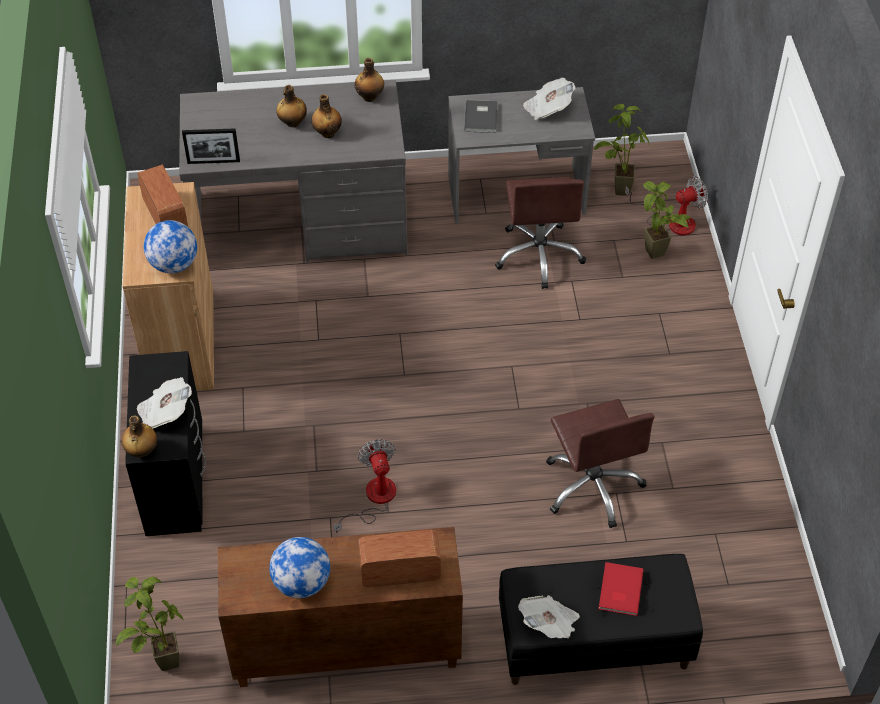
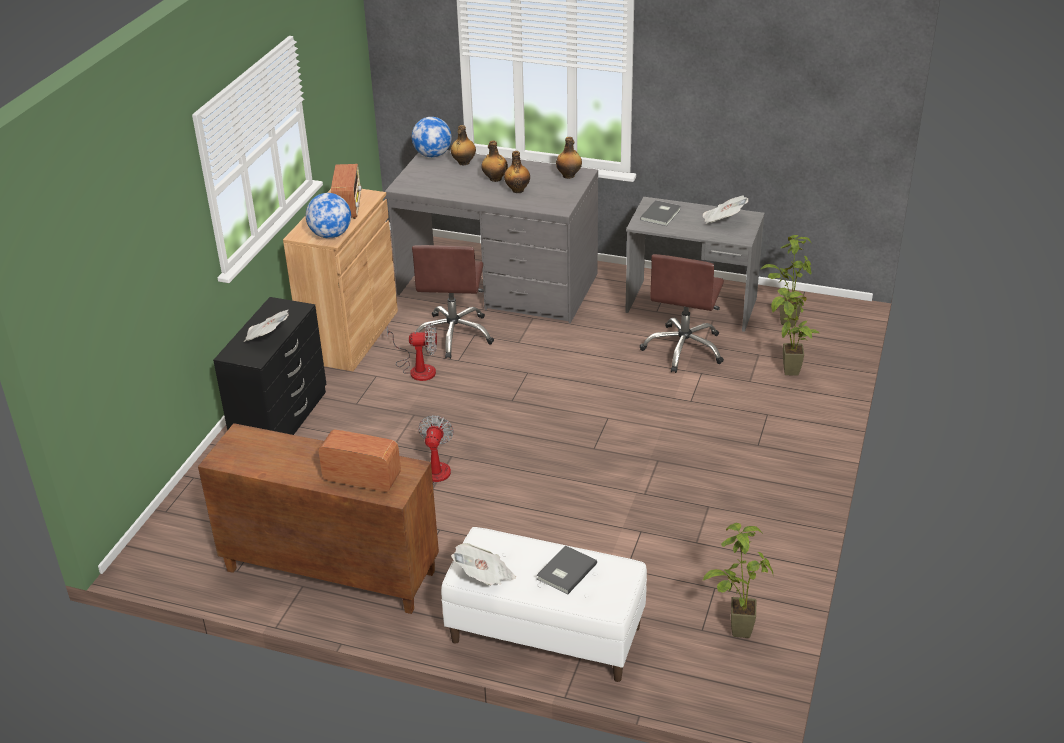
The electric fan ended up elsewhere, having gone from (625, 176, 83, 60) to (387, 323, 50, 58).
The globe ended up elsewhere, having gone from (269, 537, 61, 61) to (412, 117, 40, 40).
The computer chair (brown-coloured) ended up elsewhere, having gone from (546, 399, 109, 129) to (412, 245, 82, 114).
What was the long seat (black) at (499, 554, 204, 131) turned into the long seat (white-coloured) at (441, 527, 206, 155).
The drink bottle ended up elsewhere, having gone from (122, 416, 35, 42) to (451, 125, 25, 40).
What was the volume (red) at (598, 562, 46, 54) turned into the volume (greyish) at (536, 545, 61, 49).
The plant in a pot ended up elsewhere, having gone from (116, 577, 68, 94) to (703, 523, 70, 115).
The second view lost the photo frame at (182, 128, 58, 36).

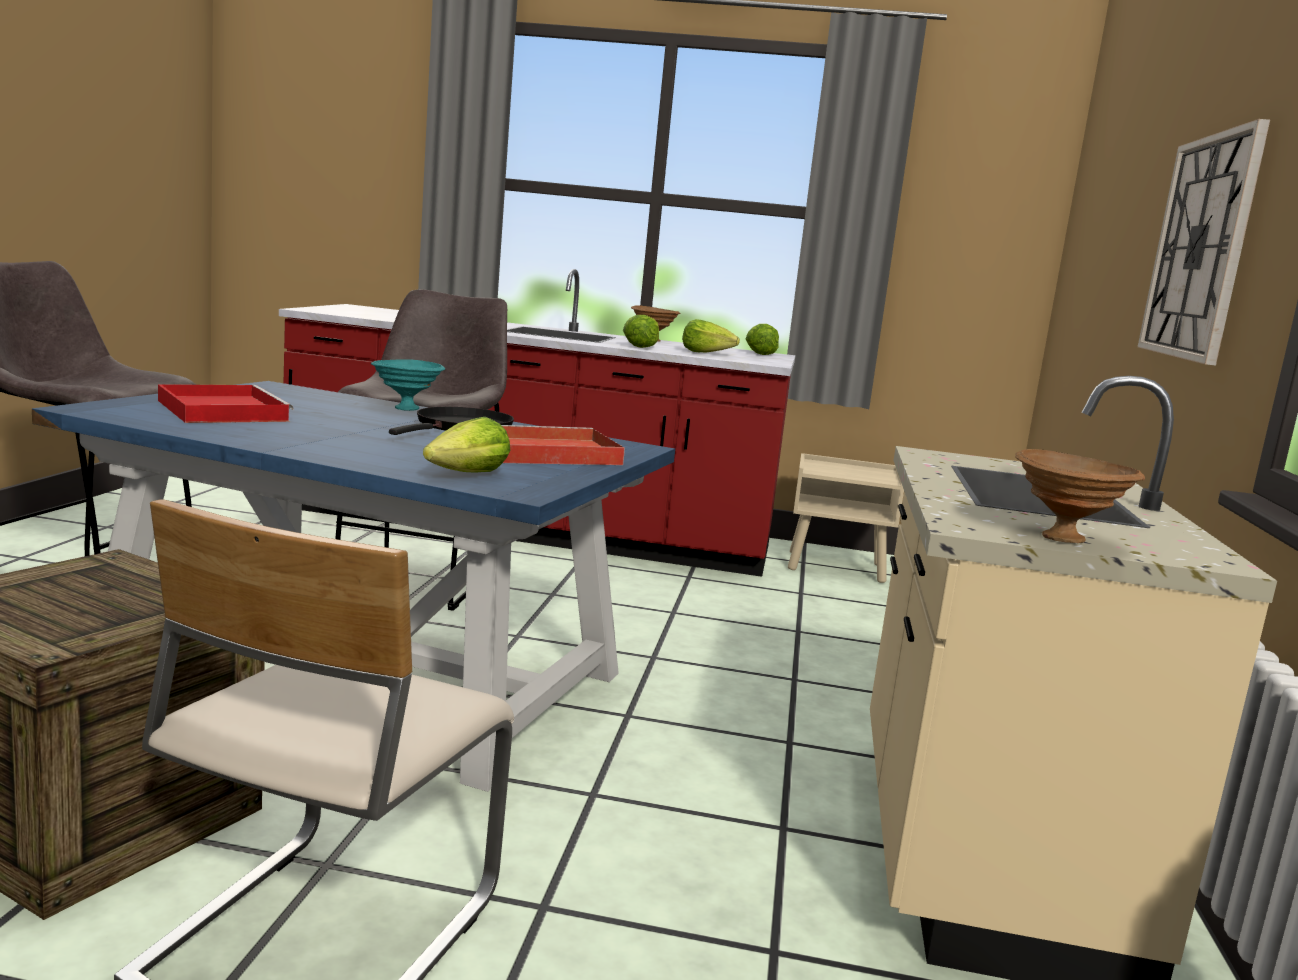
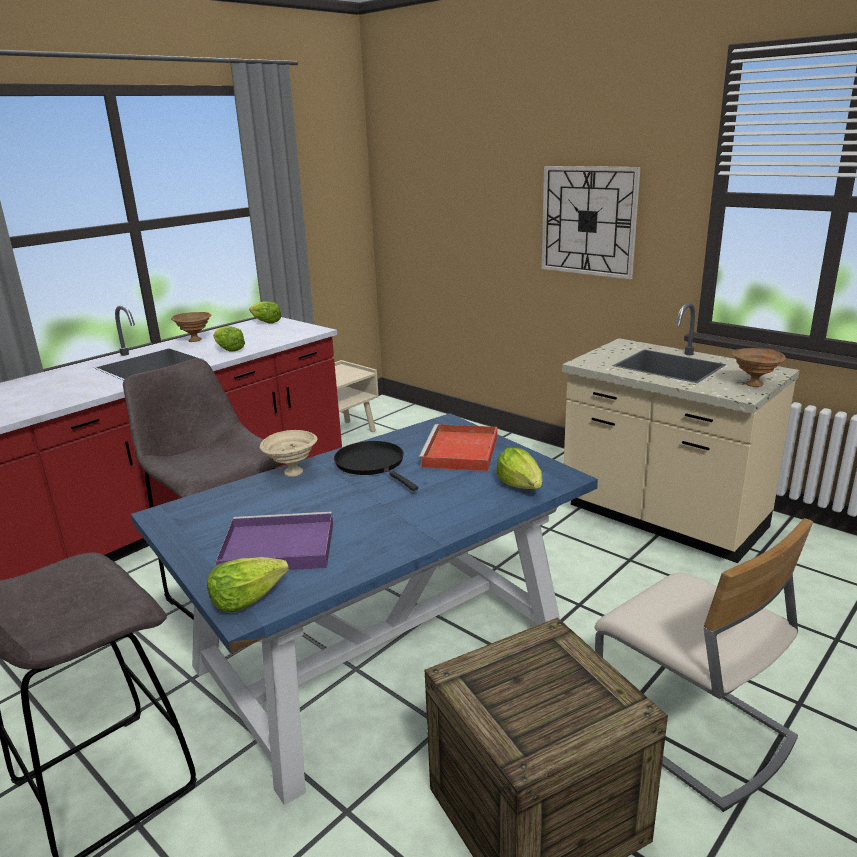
The lettuce ended up elsewhere, having gone from (682, 319, 58, 34) to (207, 557, 82, 55).
What was the serving tray (red) at (158, 384, 136, 39) turned into the serving tray (purplish) at (216, 512, 117, 58).
What was the deep dish (turquoise-coloured) at (371, 359, 74, 52) turned into the deep dish (beige) at (260, 430, 58, 47).

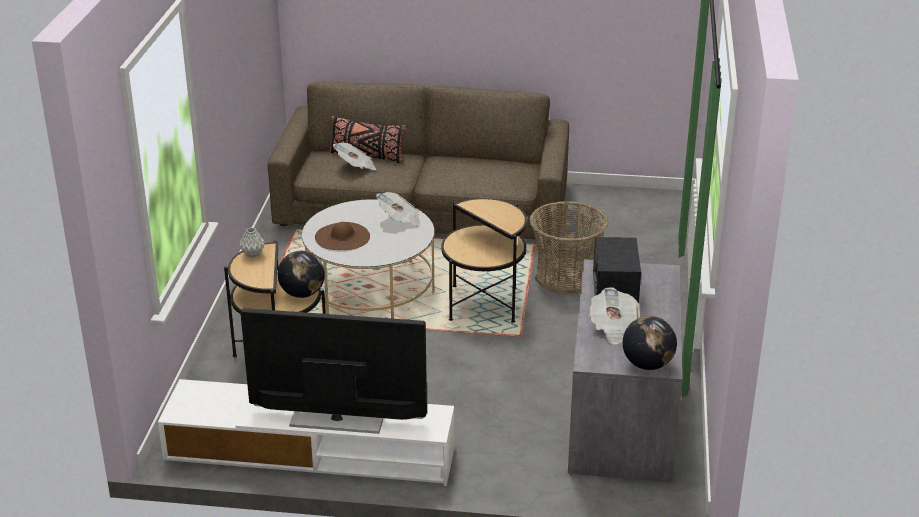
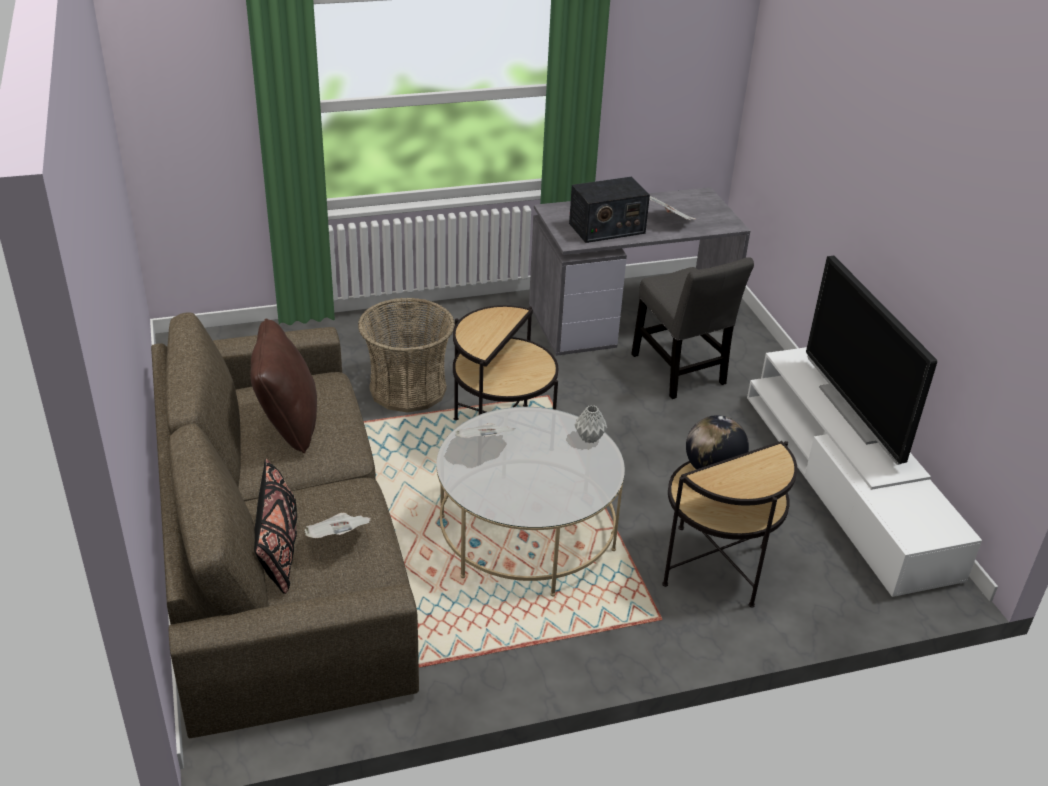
The second view gained the cushion (brown-coloured) at (250, 318, 67, 135).
The vase (greyish) ended up elsewhere, having gone from (239, 228, 26, 30) to (575, 405, 32, 38).
The second view gained the upright chair (greyish) at (631, 257, 123, 142).
The second view lost the hat (brown-coloured) at (315, 222, 55, 28).
The second view lost the globe at (623, 316, 54, 54).

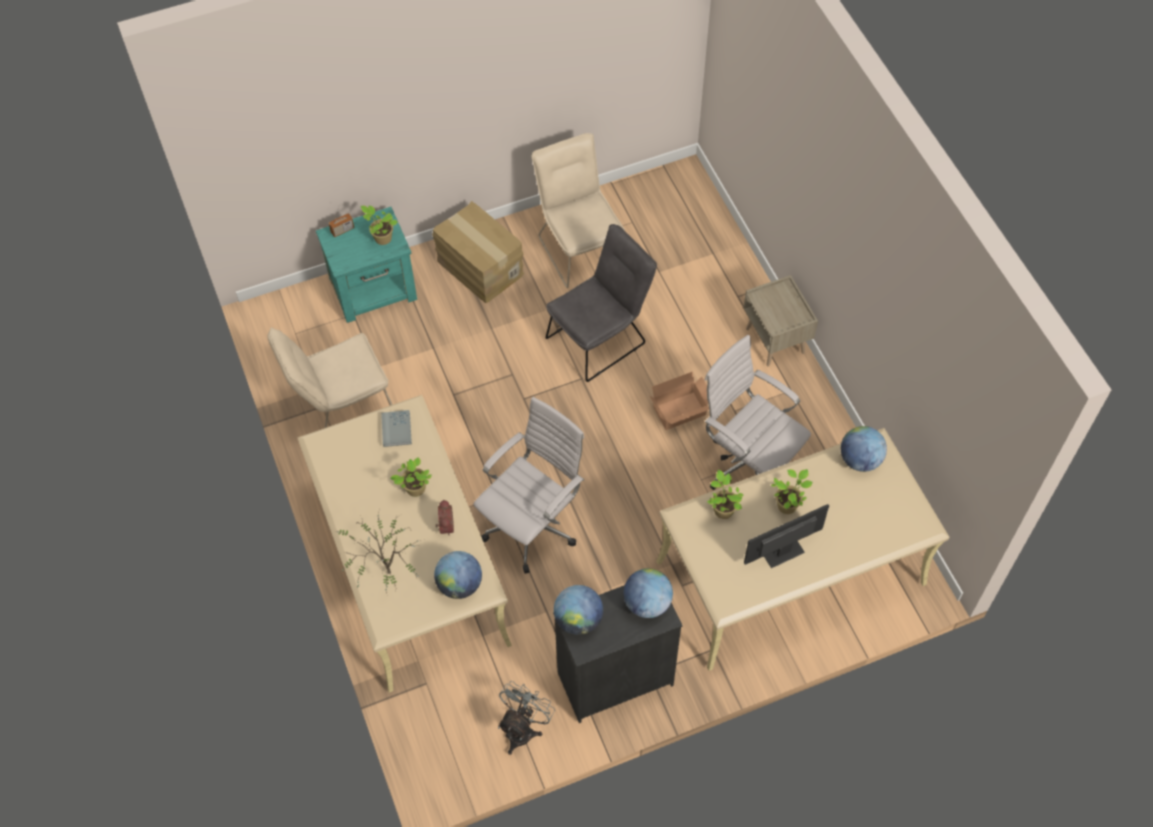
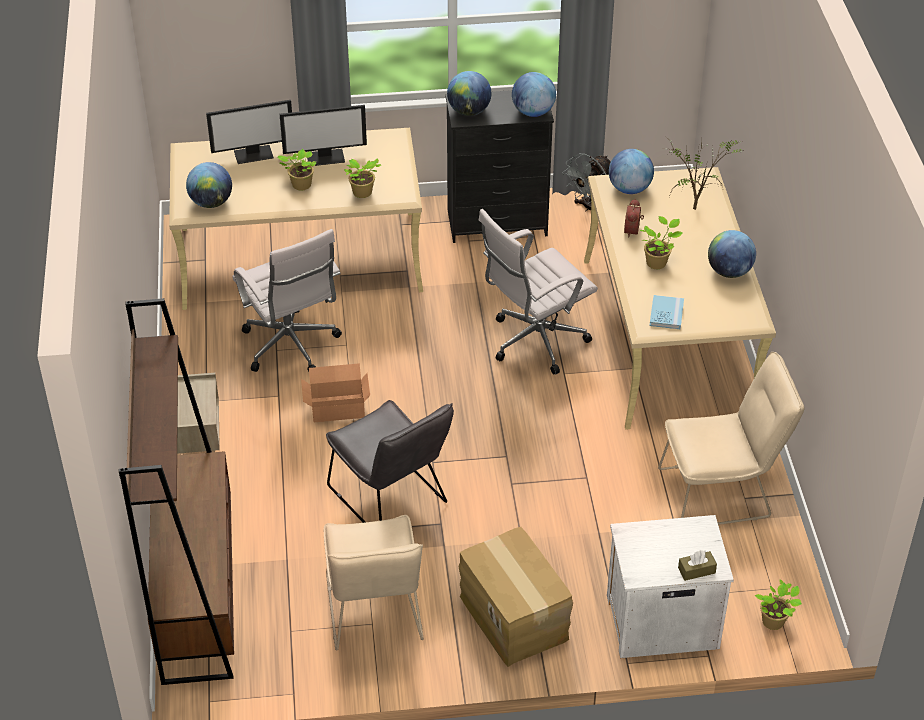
The second view gained the bookcase (brown-coloured) at (119, 298, 115, 387).
The second view gained the computer screen at (206, 100, 86, 64).
The upright chair (greyish) at (546, 224, 111, 158) ended up facing another way, 105 degrees counterclockwise from before.
What was the bedside table (turquoise-coloured) at (316, 207, 101, 116) turned into the bedside table (white-coloured) at (607, 515, 127, 143).
What was the volume (greyish) at (381, 410, 31, 37) turned into the volume (blue-coloured) at (650, 295, 34, 34).
Where the radio receiver stood at (329, 204, 25, 33), the tissue holder (brown-coloured) came to stand at (678, 550, 39, 31).
The second view gained the globe at (708, 230, 48, 48).
The plant in a pot ended up elsewhere, having gone from (361, 205, 37, 40) to (755, 580, 47, 50).

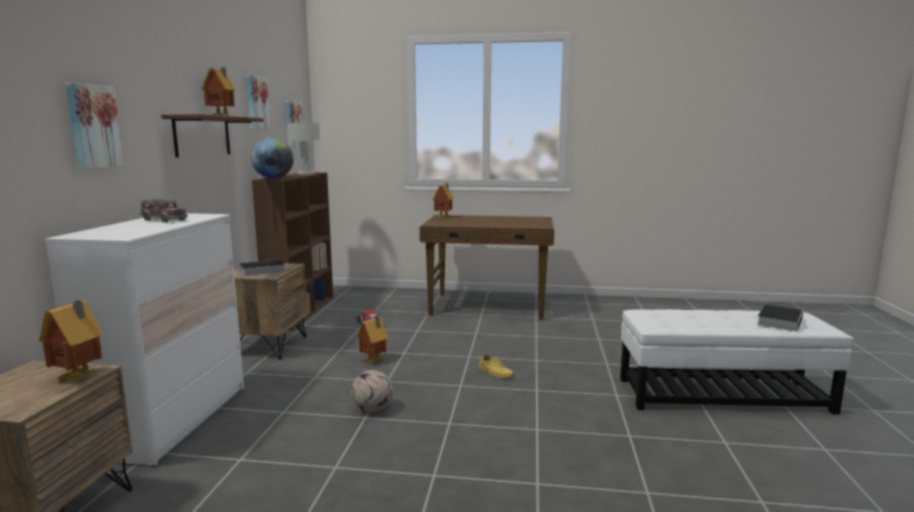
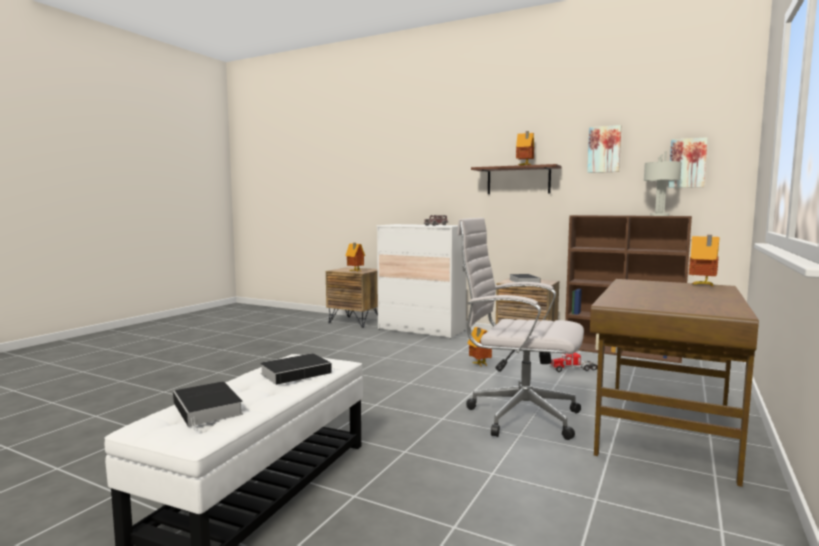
The second view gained the volume at (260, 353, 79, 32).
The second view gained the computer chair (white-coloured) at (457, 218, 127, 222).
The second view lost the wall art at (65, 82, 59, 87).
The second view lost the globe at (251, 138, 43, 41).
The second view lost the football ball at (351, 370, 42, 42).
The second view lost the low shoe (yellow) at (479, 353, 35, 25).

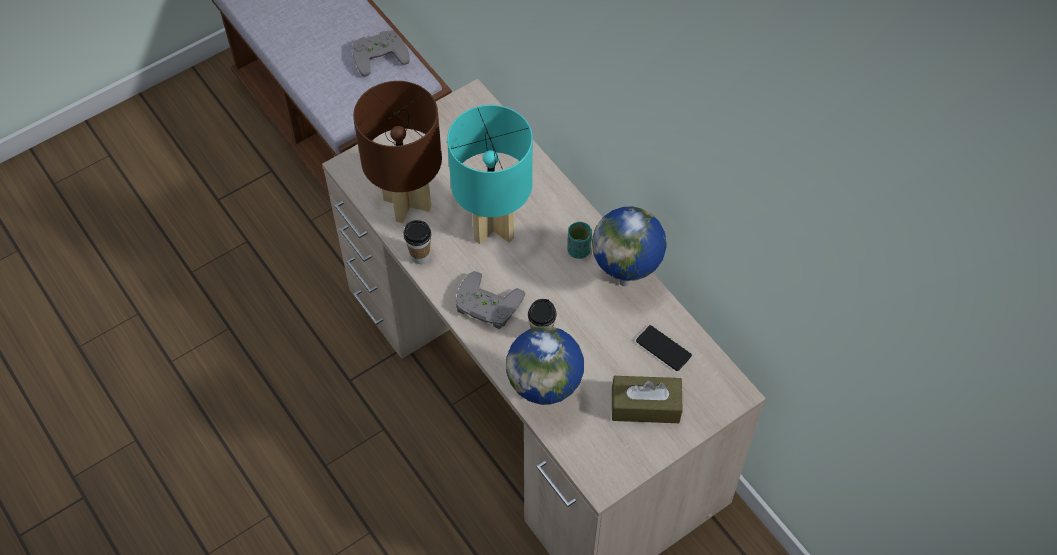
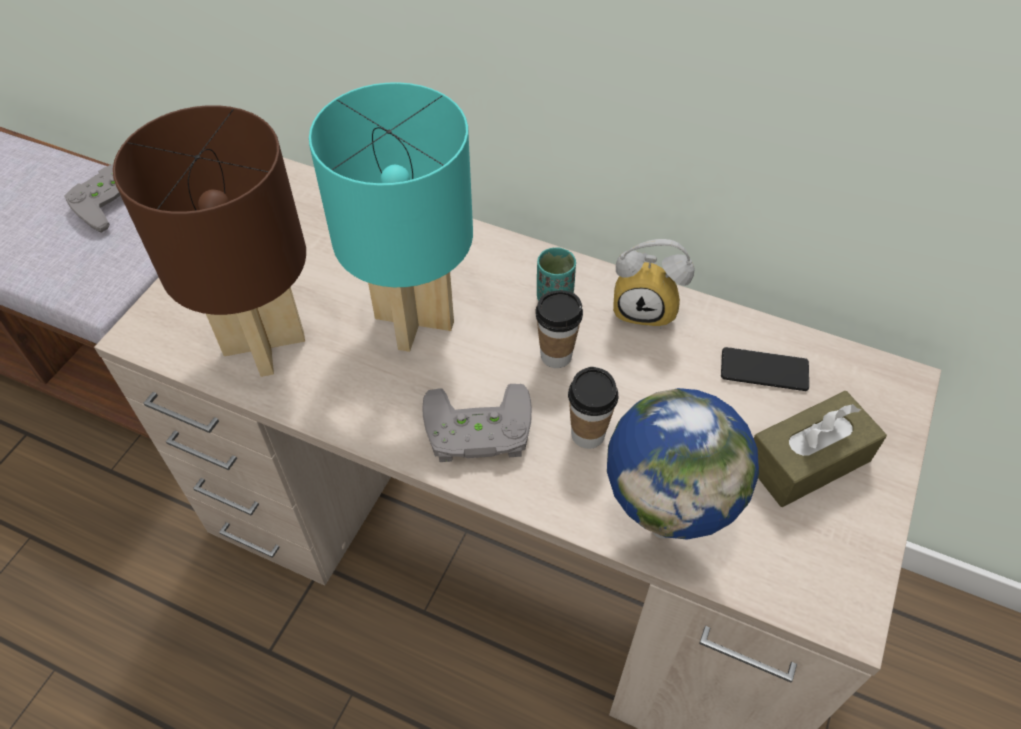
The small cup ended up elsewhere, having gone from (404, 220, 27, 44) to (536, 290, 47, 78).
Where the globe stood at (592, 207, 74, 79), the alarm clock came to stand at (613, 239, 81, 89).

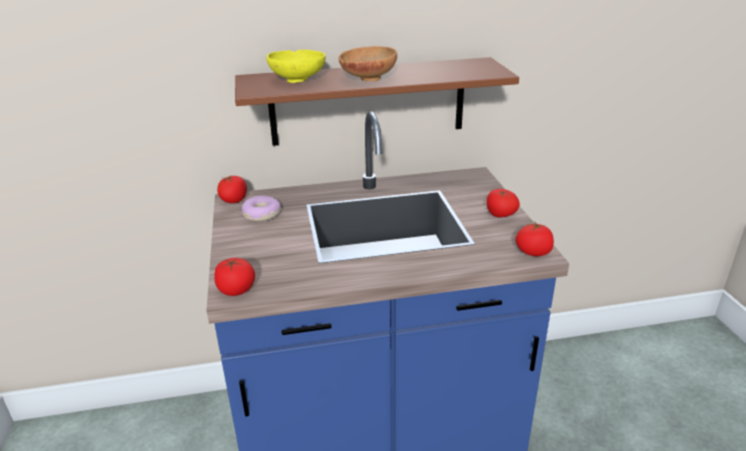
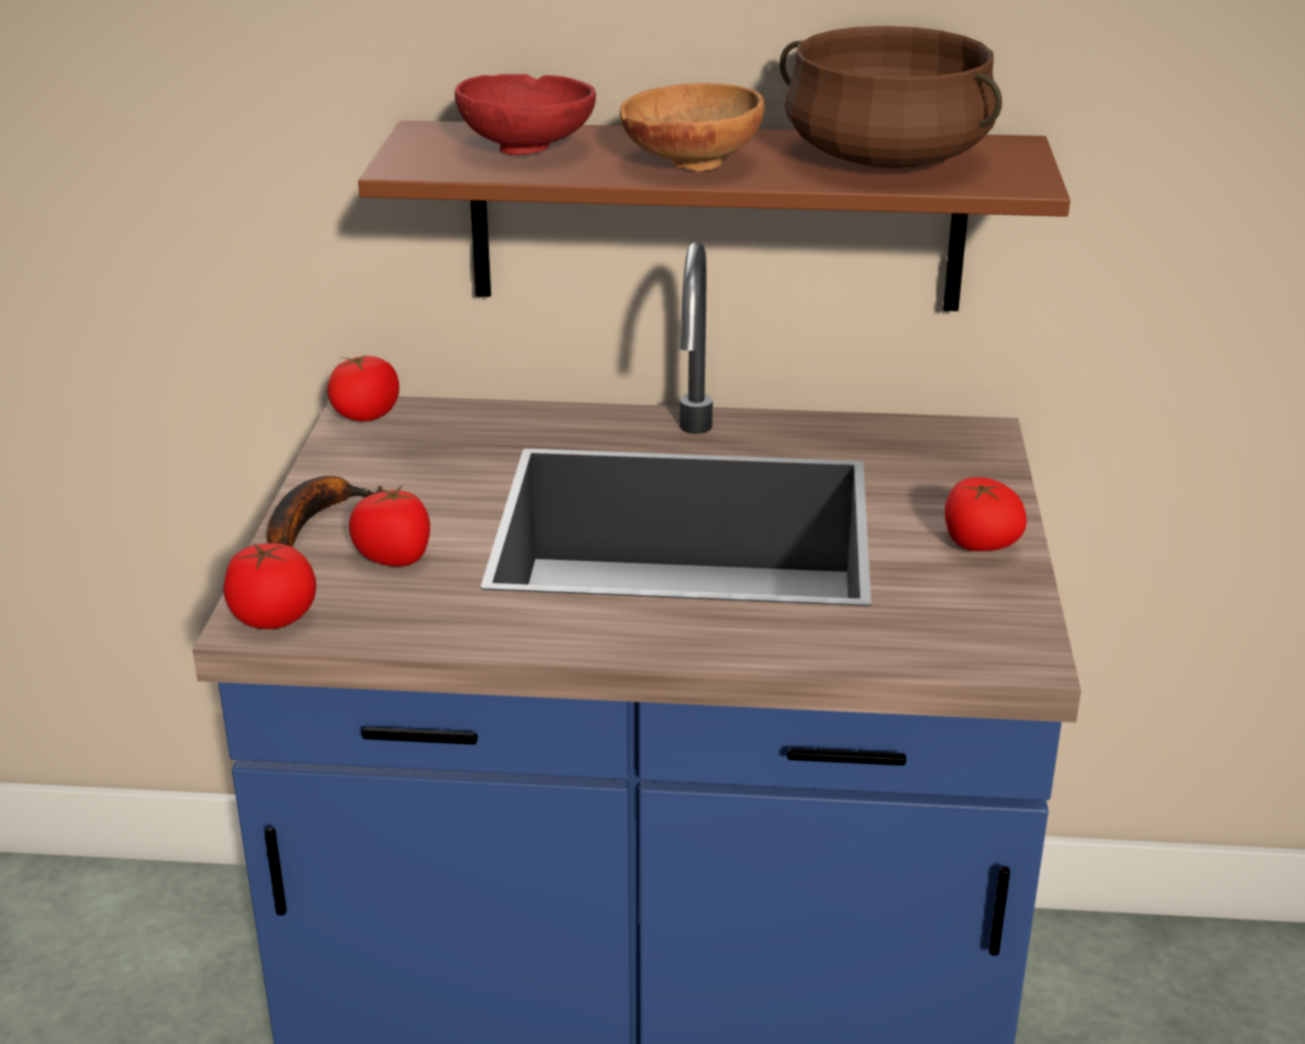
The second view gained the banana fruit at (267, 476, 117, 71).
The whole tomato ended up elsewhere, having gone from (515, 221, 39, 35) to (349, 484, 81, 83).
What was the deep dish (yellow) at (266, 50, 60, 33) turned into the deep dish (red) at (455, 74, 141, 81).
The second view gained the stockpot (brown-coloured) at (779, 26, 223, 142).
The second view lost the doughnut at (242, 196, 39, 26).

